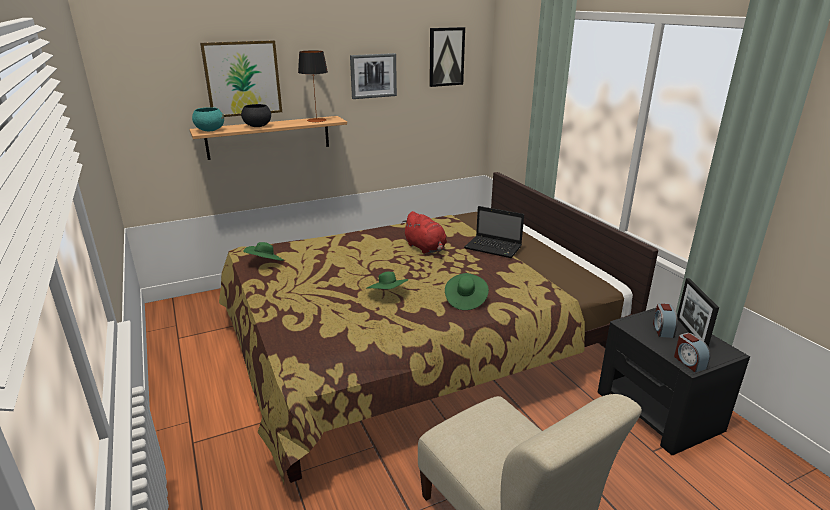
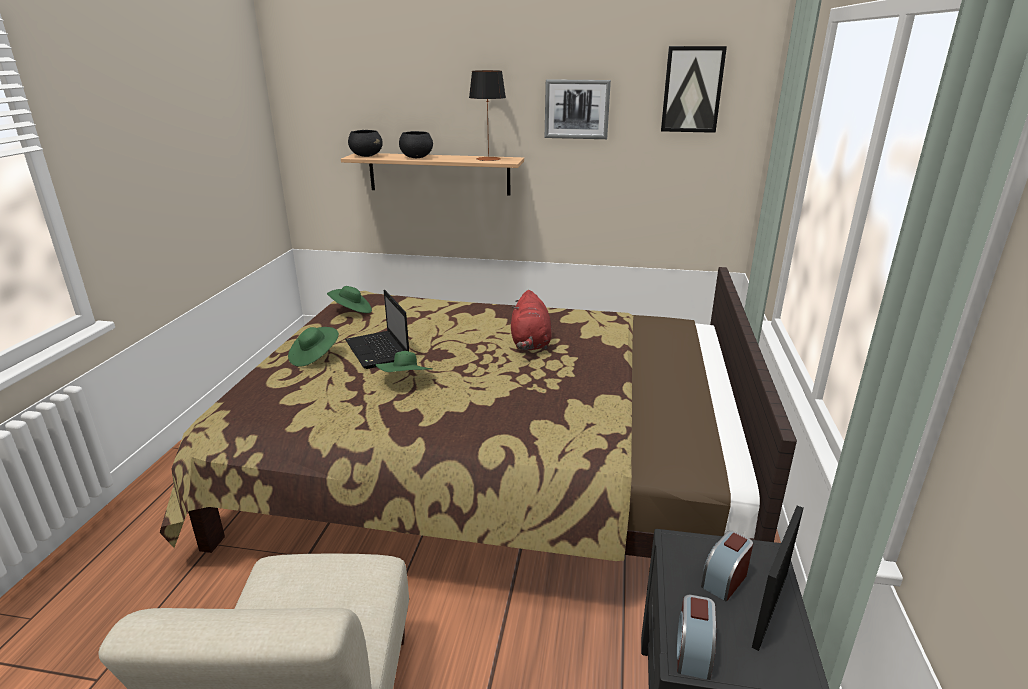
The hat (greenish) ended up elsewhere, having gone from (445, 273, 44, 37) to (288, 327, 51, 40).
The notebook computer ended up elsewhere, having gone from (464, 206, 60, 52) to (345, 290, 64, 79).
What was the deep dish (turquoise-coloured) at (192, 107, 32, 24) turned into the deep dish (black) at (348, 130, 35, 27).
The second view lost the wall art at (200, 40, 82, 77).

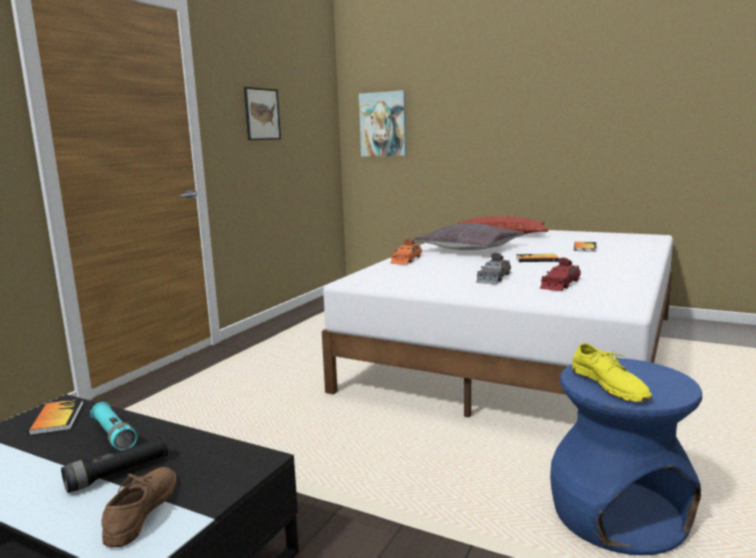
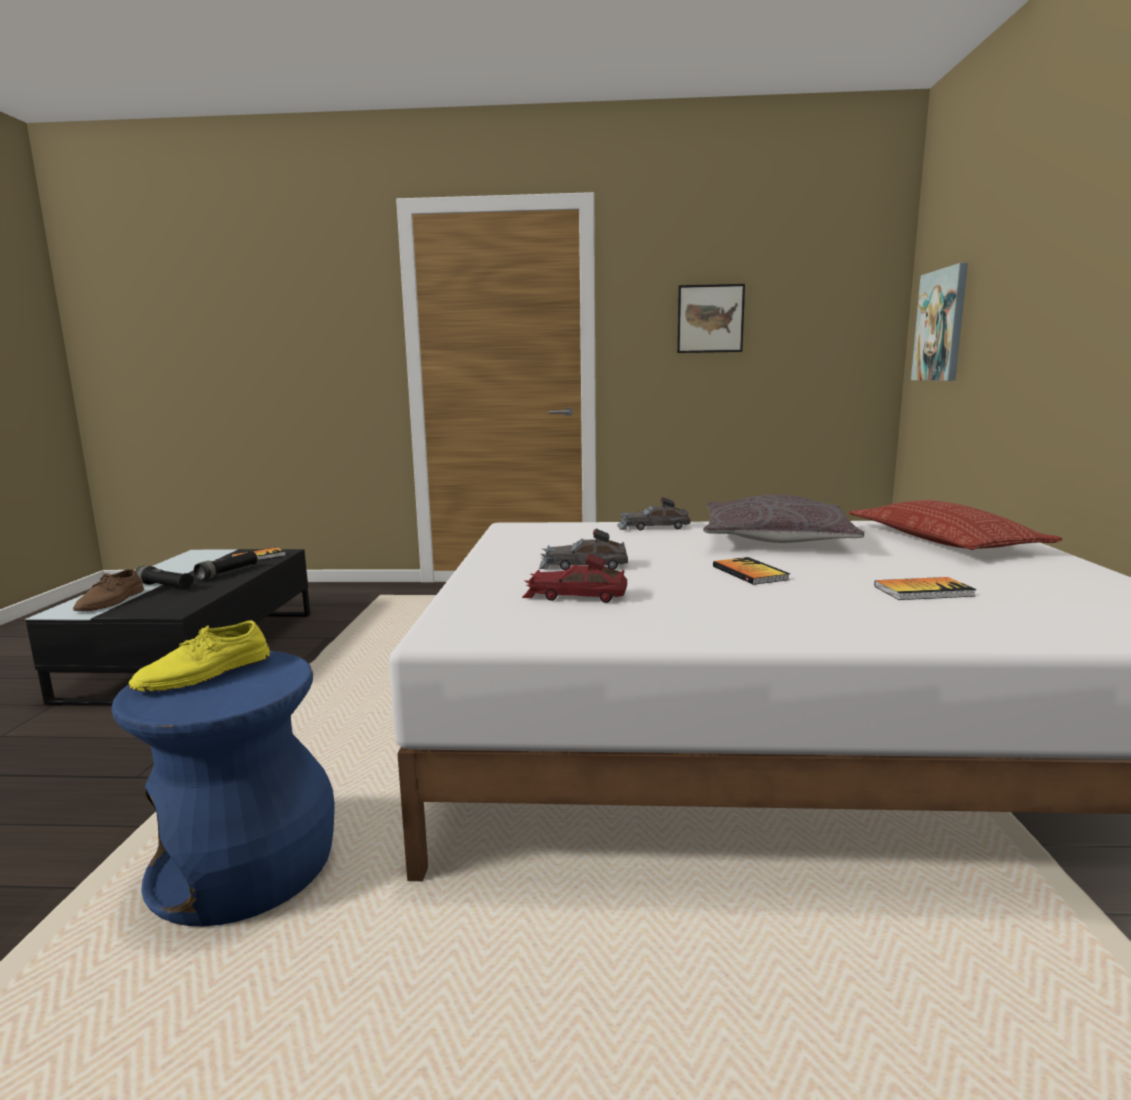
The low shoe (brown-coloured) at (101, 467, 76, 80) ended up facing another way, 120 degrees clockwise from before.
What was the hand torch (turquoise-coloured) at (90, 402, 47, 49) turned into the hand torch (black) at (194, 551, 64, 29).
What was the toy car (orange-coloured) at (390, 238, 32, 27) turned into the toy car (greyish) at (617, 497, 73, 33).

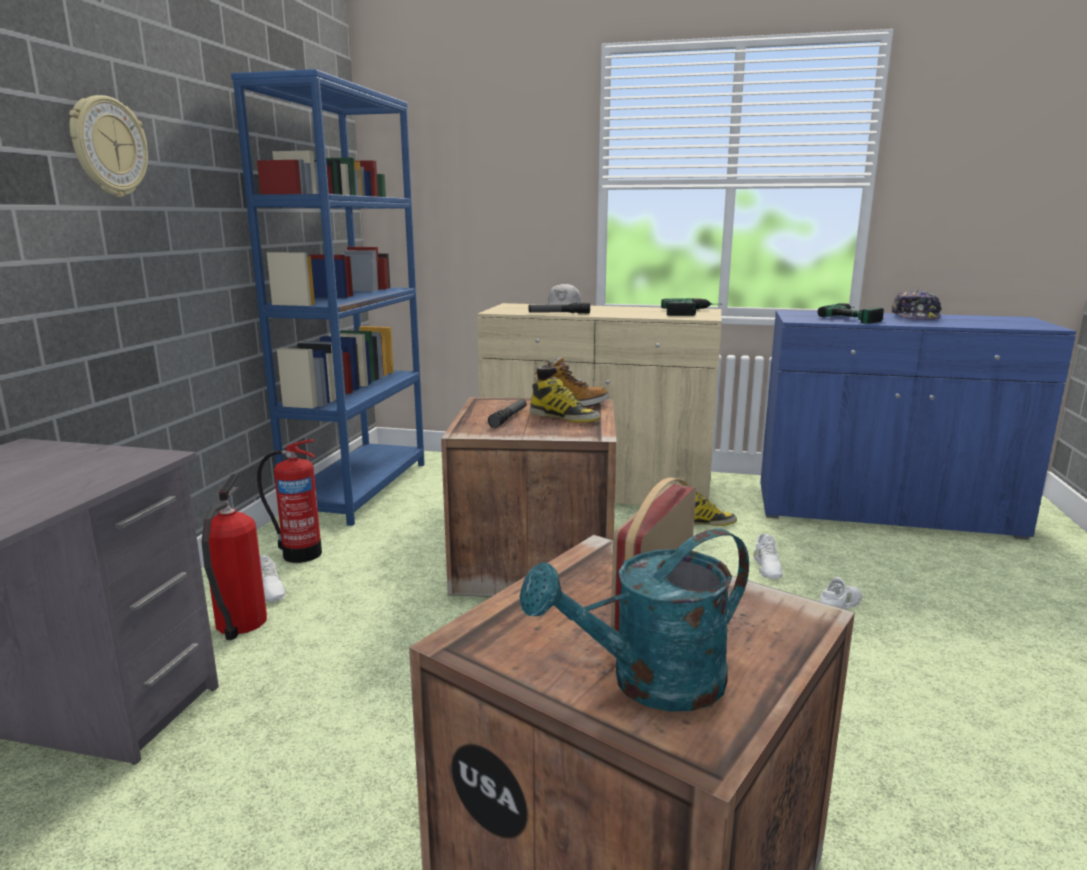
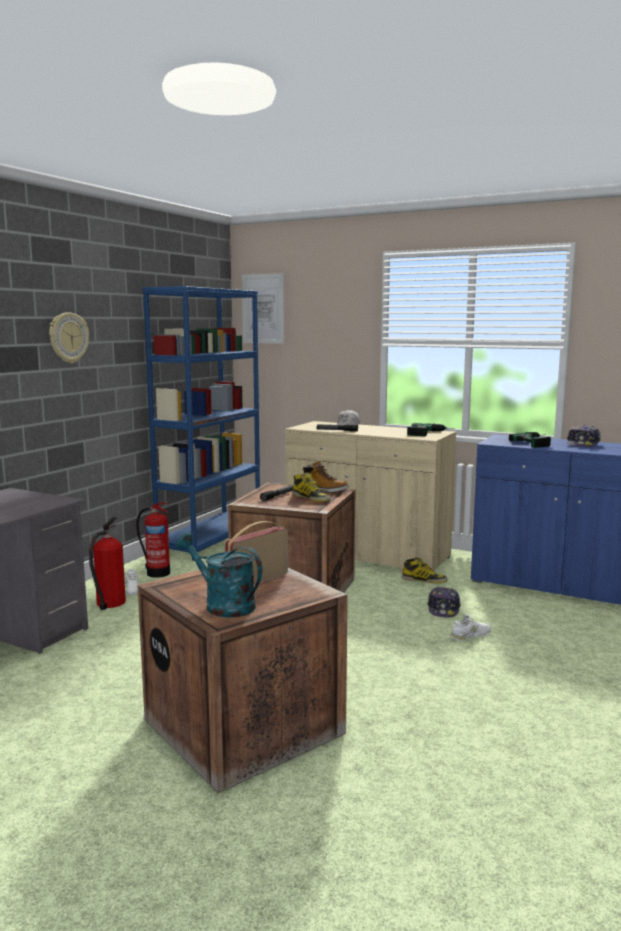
The sprinkling can (turquoise-coloured) at (519, 529, 230, 183) ended up facing another way, 45 degrees clockwise from before.
The second view gained the wall art at (242, 273, 43, 71).
Where the low shoe (white-coloured) stood at (753, 534, 30, 45), the baseball cap came to stand at (427, 587, 34, 31).

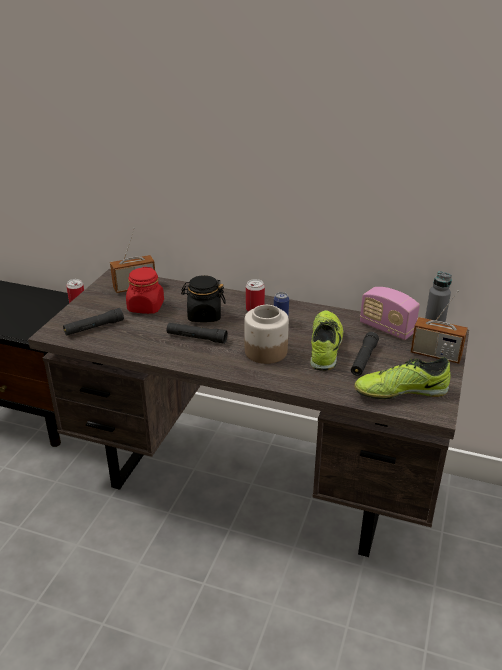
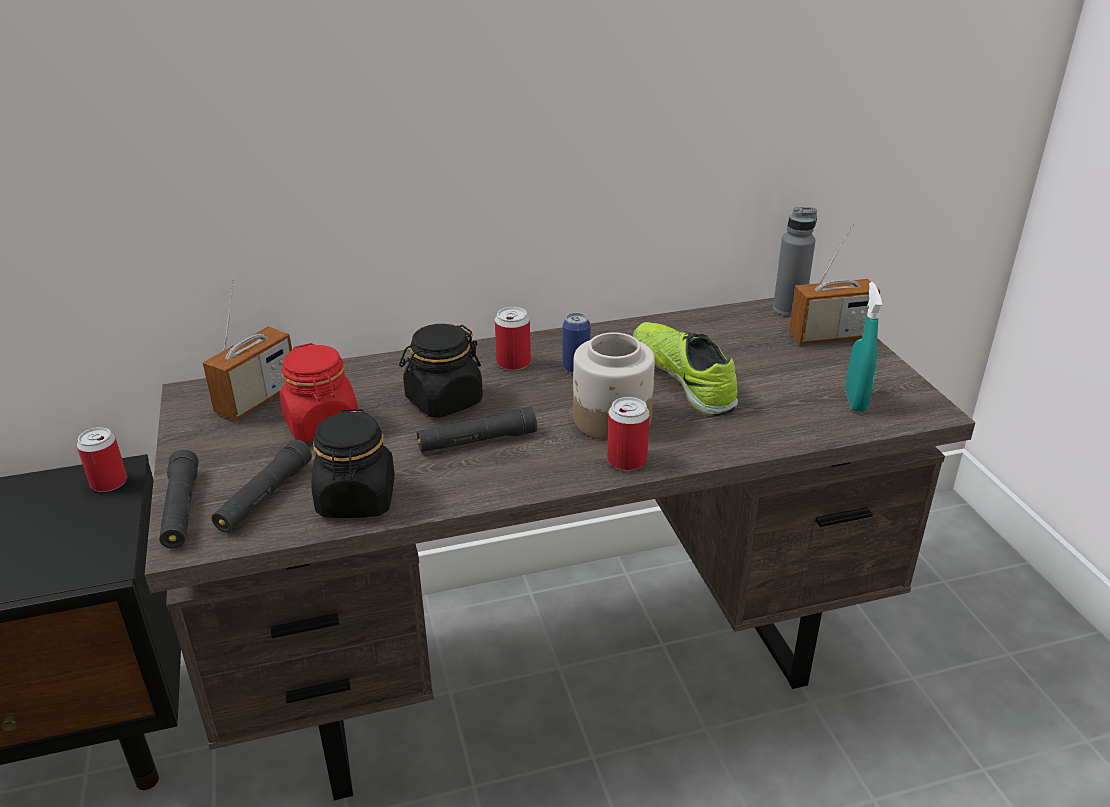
The hand torch (black) ended up elsewhere, having gone from (351, 332, 28, 44) to (159, 449, 40, 100).
The second view gained the jar (black) at (311, 409, 84, 109).
The second view gained the can at (607, 397, 43, 74).
Where the low shoe stood at (354, 357, 97, 42), the spray bottle (turquoise-coloured) came to stand at (845, 282, 37, 130).
The second view lost the radio receiver at (360, 287, 60, 53).

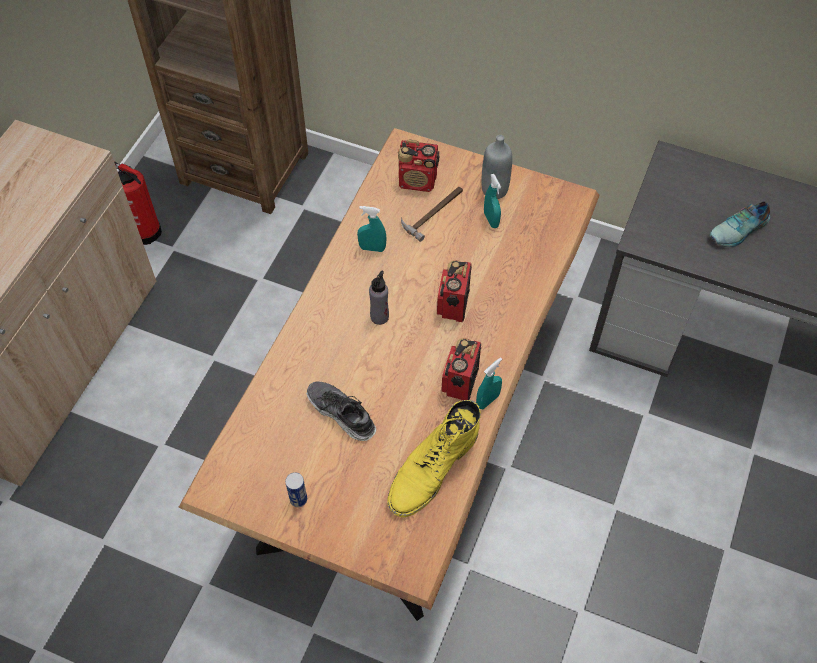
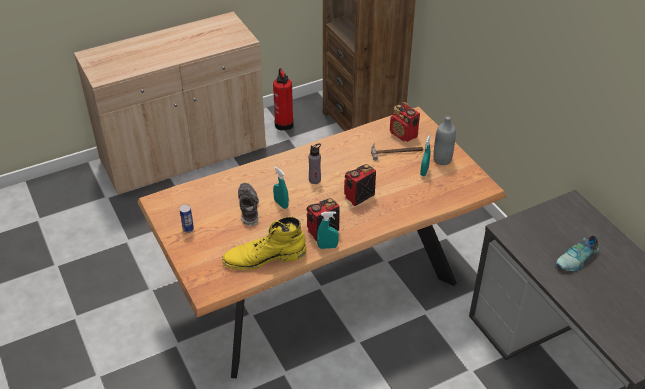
The spray bottle (turquoise-coloured) ended up elsewhere, having gone from (357, 206, 29, 46) to (273, 166, 16, 43).
The low shoe at (710, 201, 60, 46) ended up facing another way, 45 degrees counterclockwise from before.

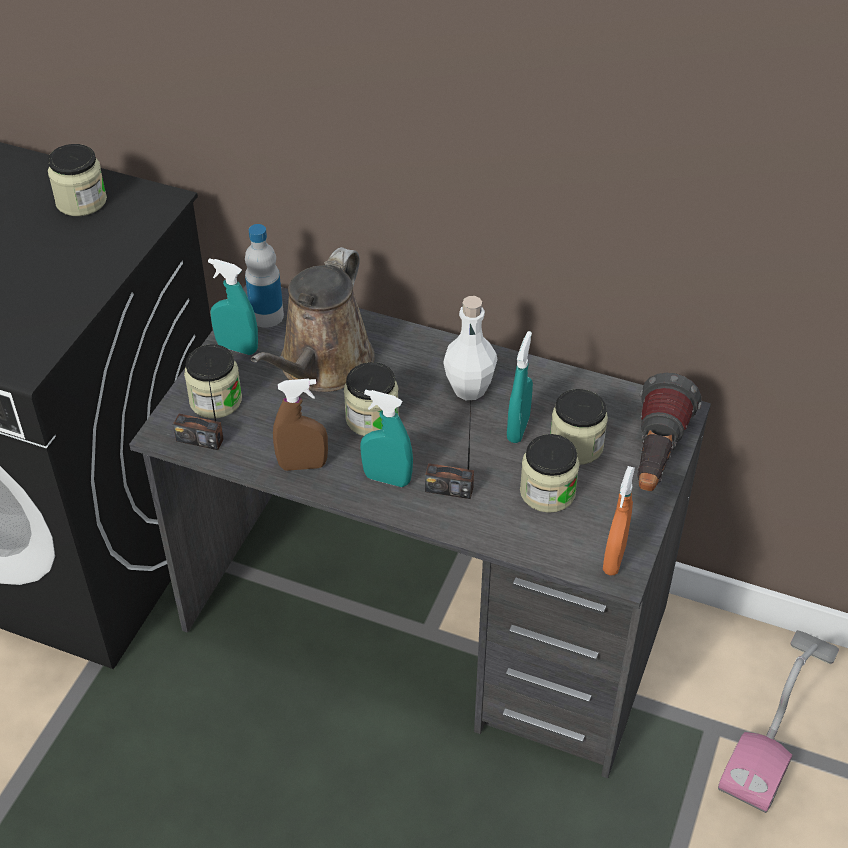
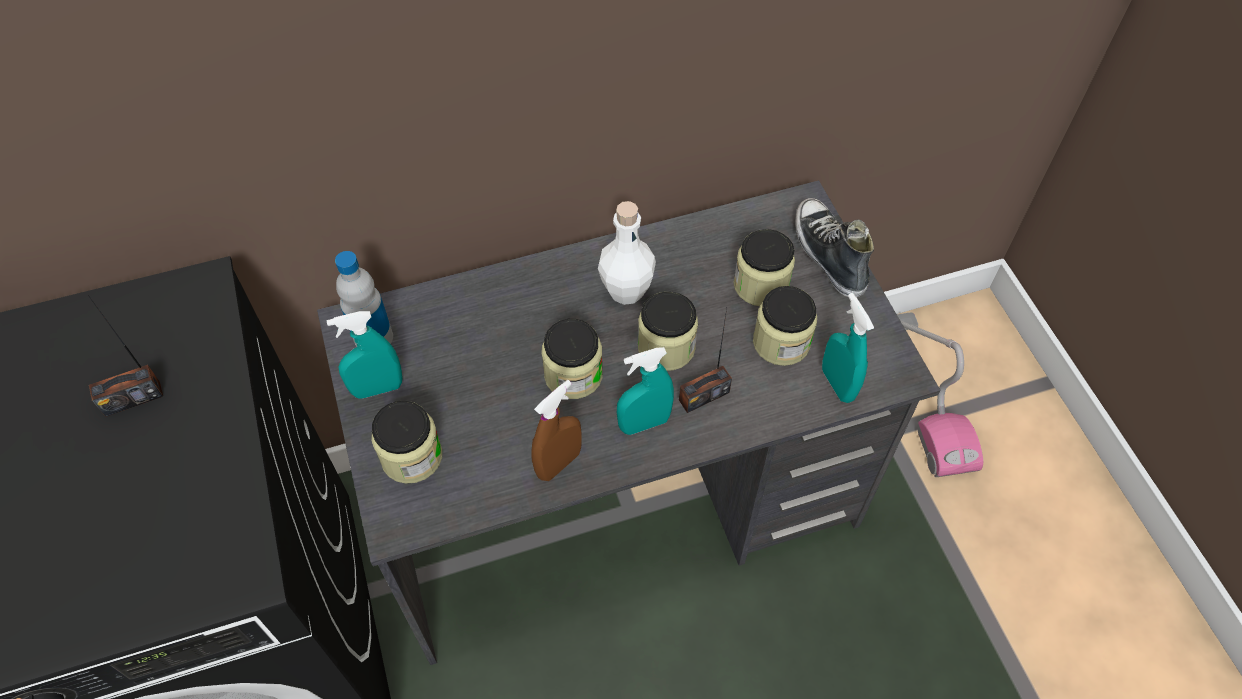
The radio receiver ended up elsewhere, having gone from (173, 352, 51, 98) to (88, 295, 75, 122).
The jar ended up elsewhere, having gone from (48, 144, 59, 72) to (638, 292, 60, 79).
Where the hand torch stood at (637, 373, 65, 118), the low shoe came to stand at (795, 198, 79, 100).
The spray bottle (turquoise-coloured) ended up elsewhere, having gone from (507, 331, 26, 112) to (822, 293, 52, 110).
The second view lost the sprinkling can (brown-coloured) at (251, 247, 123, 145).
The second view lost the spray bottle (orange-coloured) at (603, 466, 32, 109).

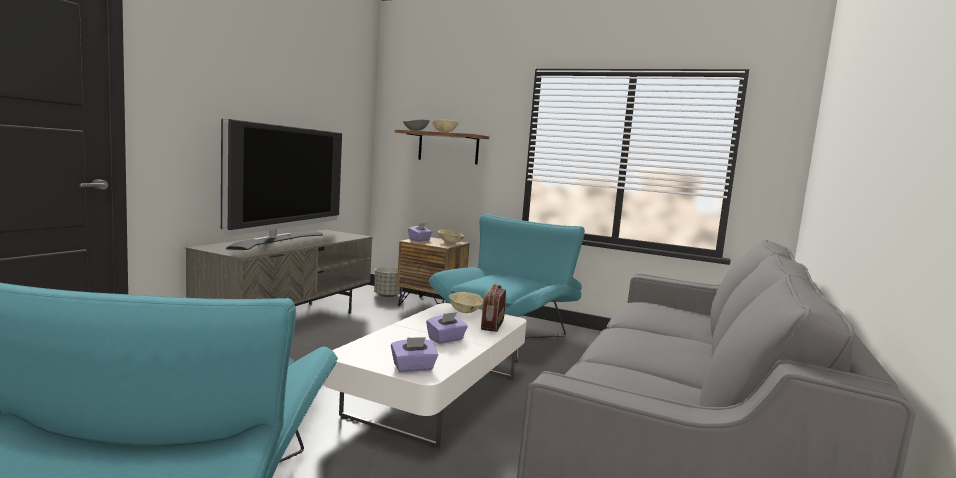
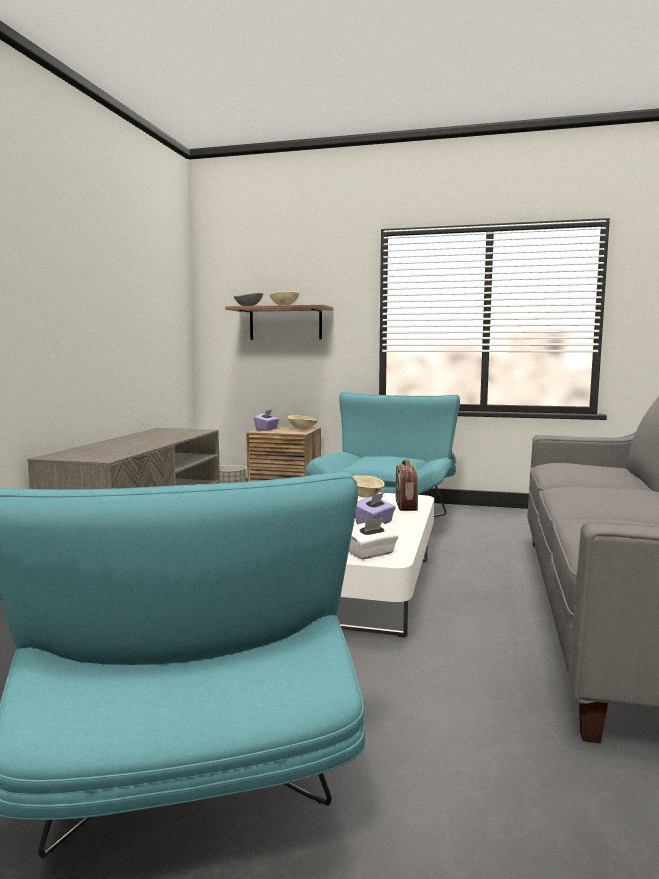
What was the tissue holder (purplish) at (391, 337, 47, 35) turned into the tissue holder (white-coloured) at (349, 518, 49, 42).
The second view lost the television at (221, 119, 121, 131).

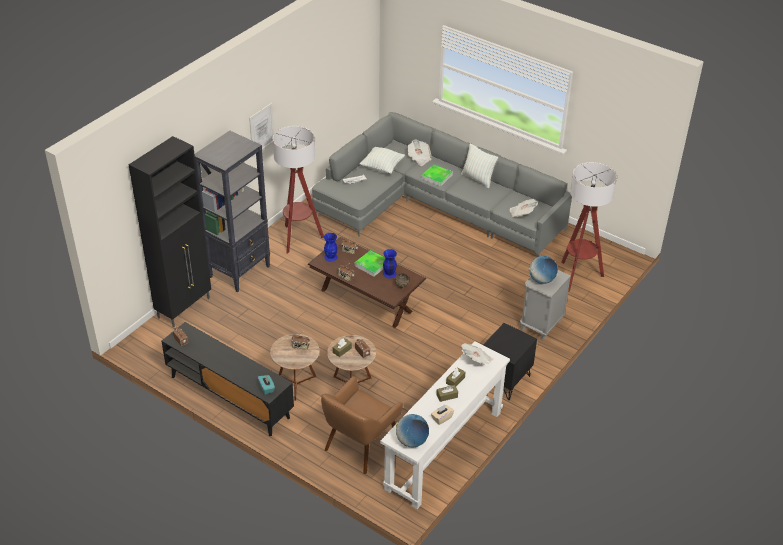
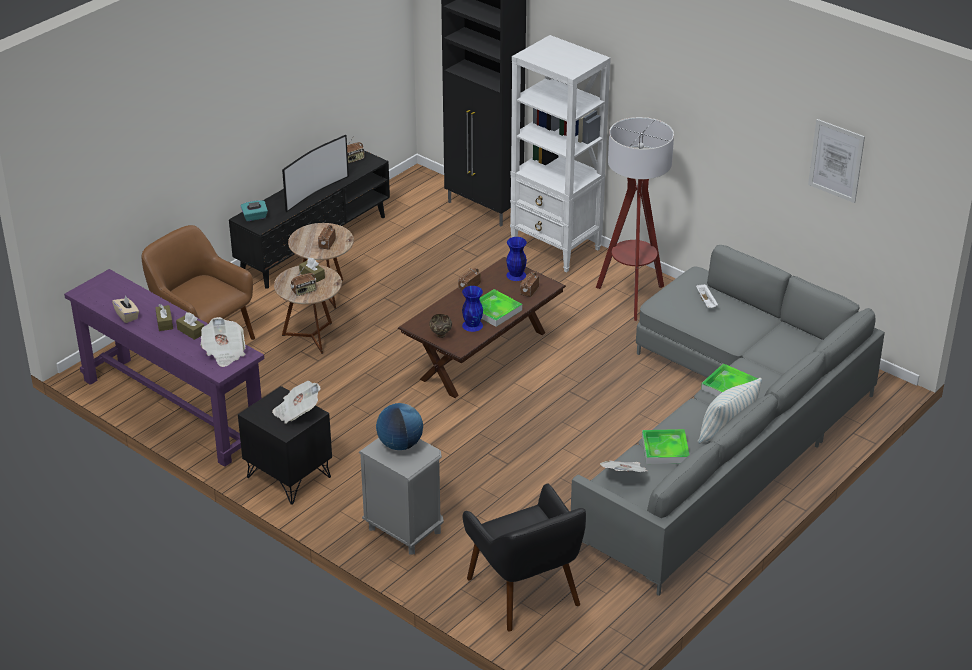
What was the narrow table (white-coloured) at (380, 341, 130, 168) turned into the narrow table (purplish) at (64, 269, 200, 198).
The printed paper ended up elsewhere, having gone from (408, 139, 24, 27) to (272, 381, 49, 43).
The second view gained the television at (282, 135, 67, 77).
Where the floor lamp stood at (561, 162, 56, 130), the armchair (black) came to stand at (463, 483, 123, 148).
What was the bookcase (black) at (194, 131, 76, 161) turned into the bookcase (white-coloured) at (510, 35, 101, 237).
The second view gained the serving tray at (642, 429, 47, 35).
The wall art ended up elsewhere, having gone from (249, 103, 25, 54) to (808, 119, 57, 84).
The second view lost the cushion at (359, 147, 46, 27).
The second view lost the globe at (396, 414, 33, 34).

